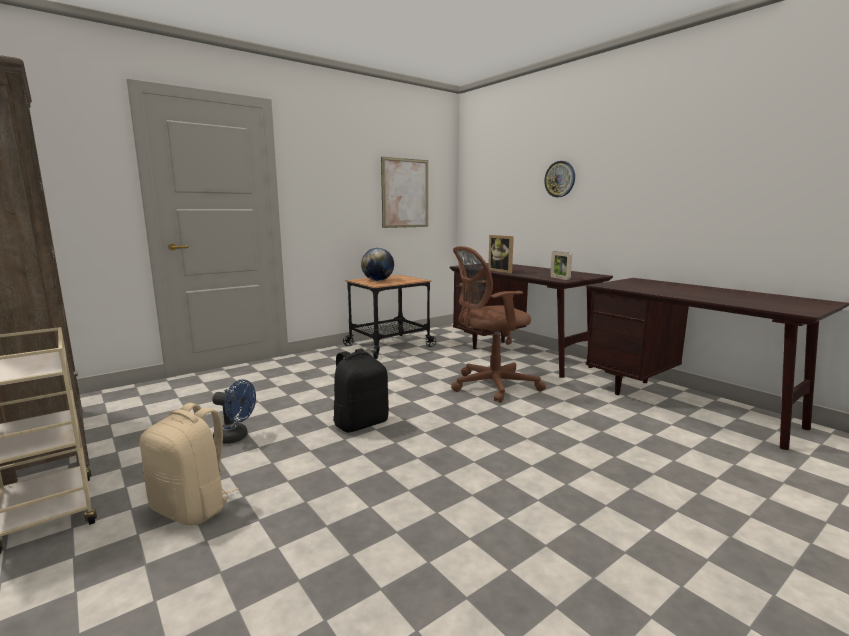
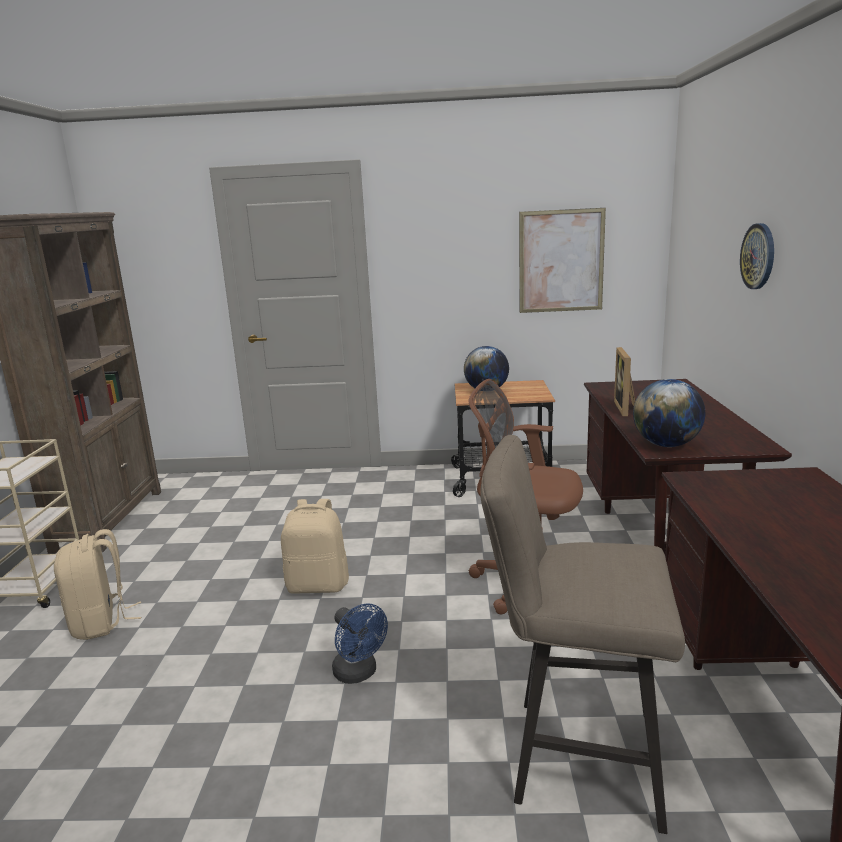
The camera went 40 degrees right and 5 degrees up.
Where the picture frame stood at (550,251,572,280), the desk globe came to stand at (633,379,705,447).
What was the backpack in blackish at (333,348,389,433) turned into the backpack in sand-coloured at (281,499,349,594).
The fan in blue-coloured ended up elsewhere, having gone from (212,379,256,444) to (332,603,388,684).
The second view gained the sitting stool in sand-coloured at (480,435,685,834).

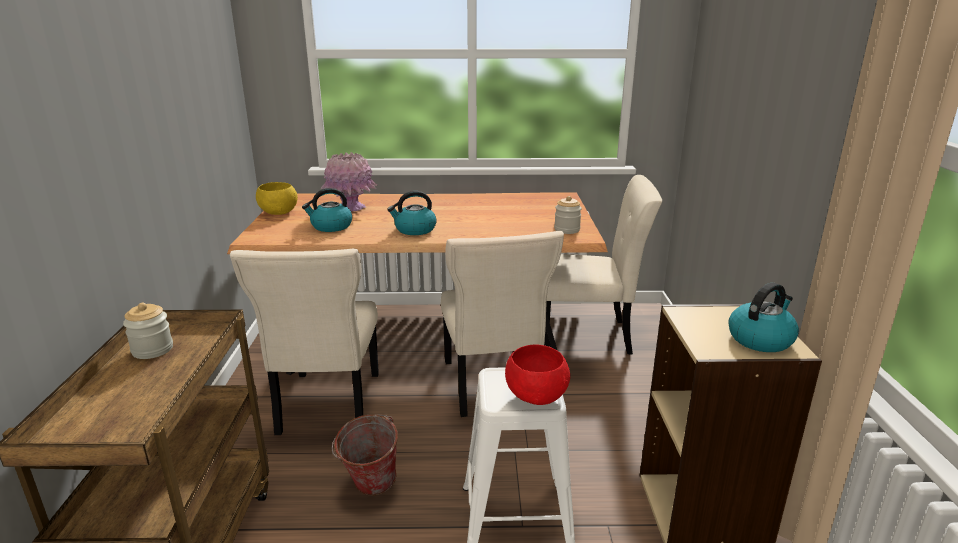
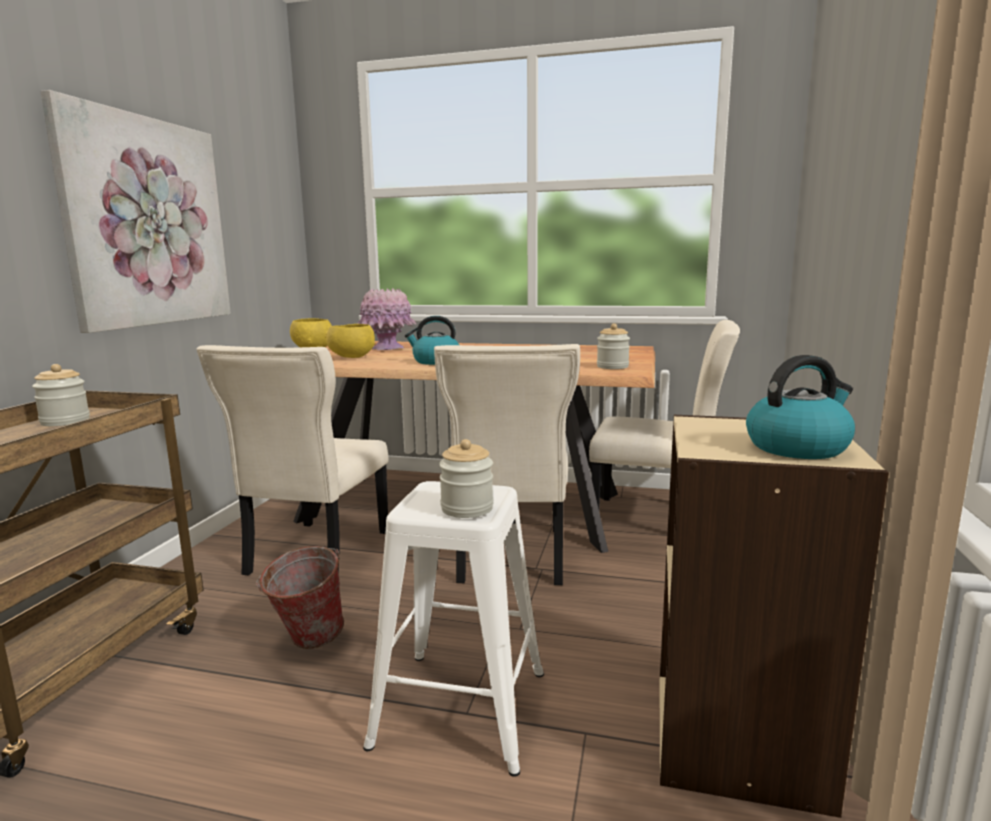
The camera went 15 degrees right and 10 degrees down.
Where the tea kettle stood at (302,188,352,232), the deep dish in yellowish came to stand at (325,324,375,358).
Where the deep dish in red-coloured stood at (505,344,570,405), the preserve jar came to stand at (439,439,494,518).
The second view gained the wall art at (41,90,231,333).

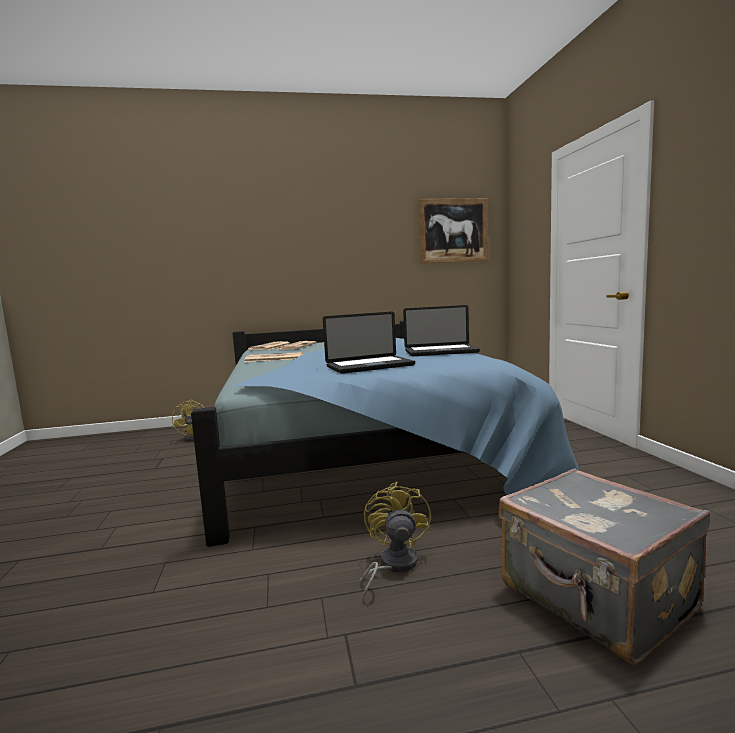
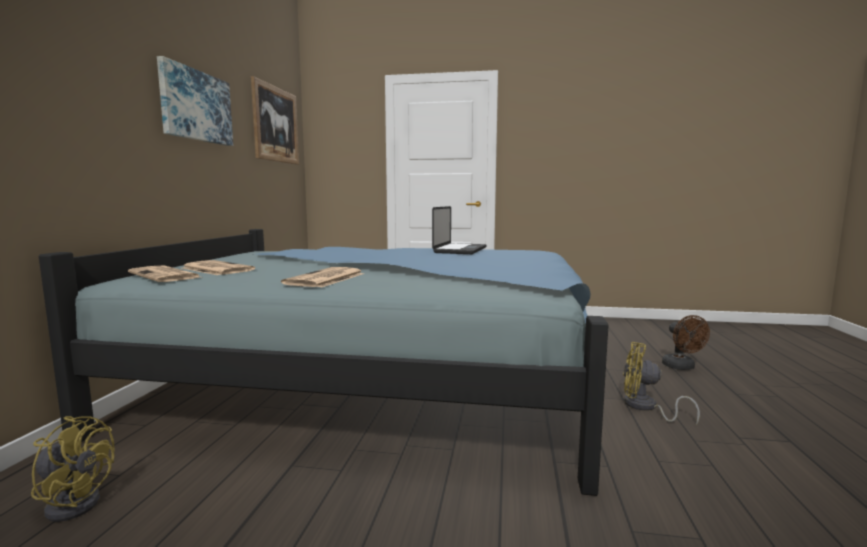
The camera went 70 degrees left and 0 degrees up.
The second view lost the laptop at (323,312,415,374).
Where the suitcase in gray stood at (498,469,710,665), the fan in brown came to stand at (662,315,710,370).
The second view gained the wall art at (157,56,233,146).

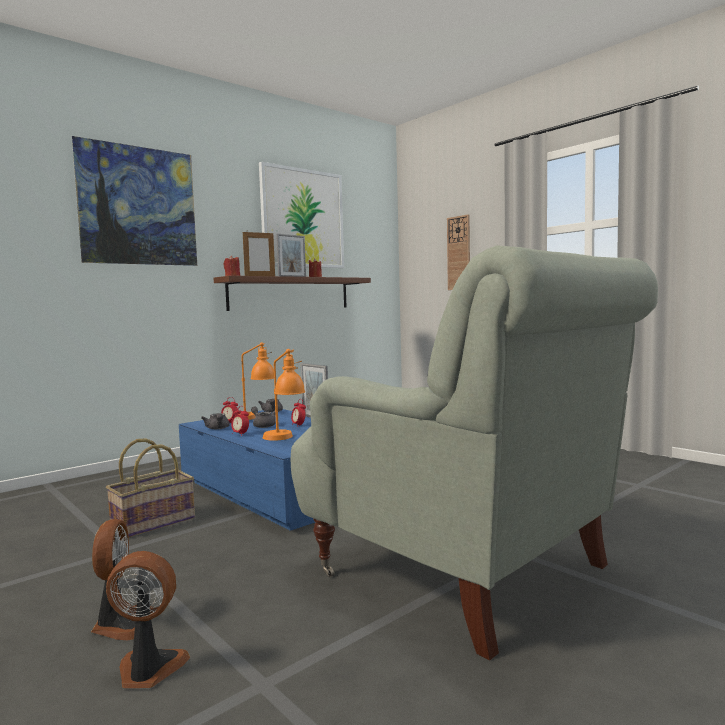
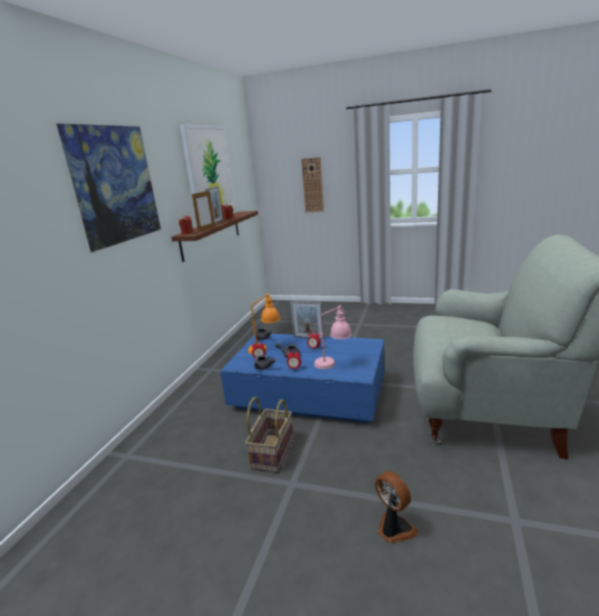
The camera went 30 degrees left and 15 degrees up.
What was the table lamp in orangey at (263,349,305,441) turned into the table lamp in pink-coloured at (314,305,352,369).
The second view lost the fan at (106,551,190,688).

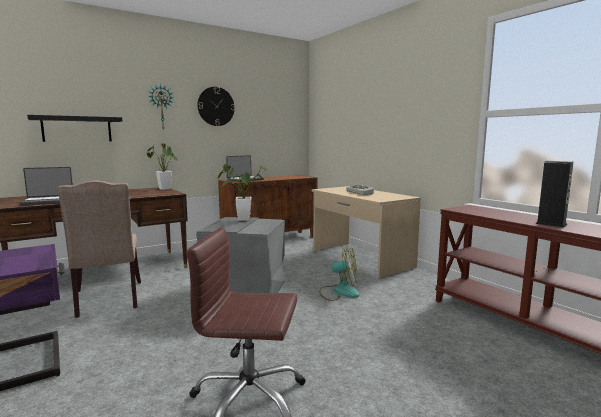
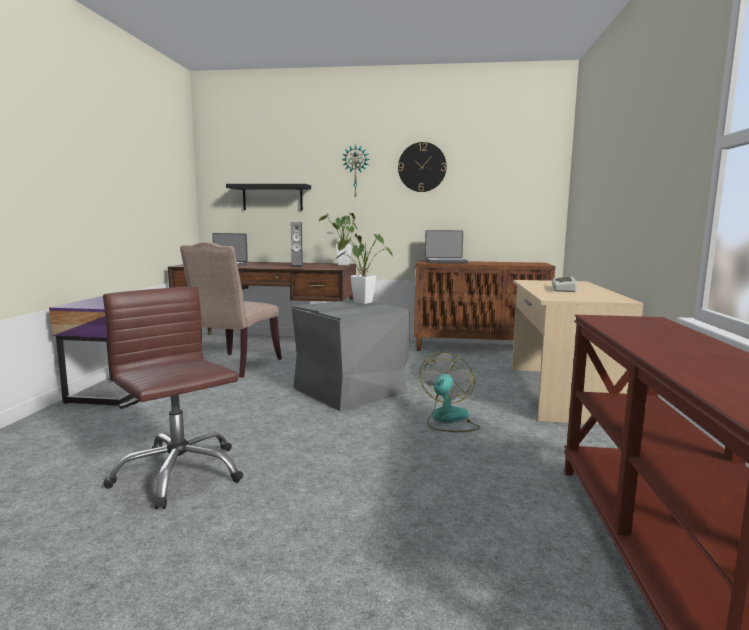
The camera went 40 degrees right and 0 degrees up.
The loudspeaker ended up elsewhere, having gone from (535,161,573,227) to (291,222,303,267).
The fan at (319,246,359,301) ended up facing another way, 120 degrees counterclockwise from before.

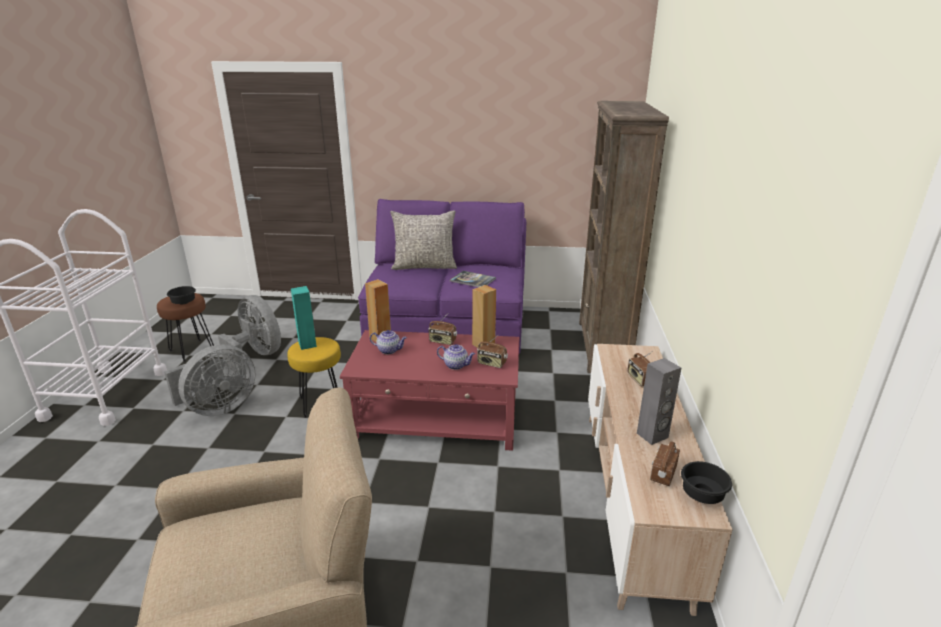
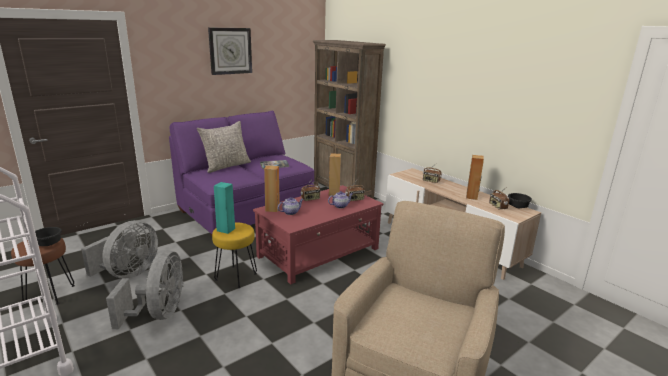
The camera went 45 degrees left and 5 degrees down.
The fan in gray at (218,295,281,375) ended up facing another way, 120 degrees clockwise from before.
What was the loudspeaker in gray at (637,358,681,445) turned into the loudspeaker in brown at (466,155,484,200).
The second view gained the clock on the wall at (208,27,252,75).

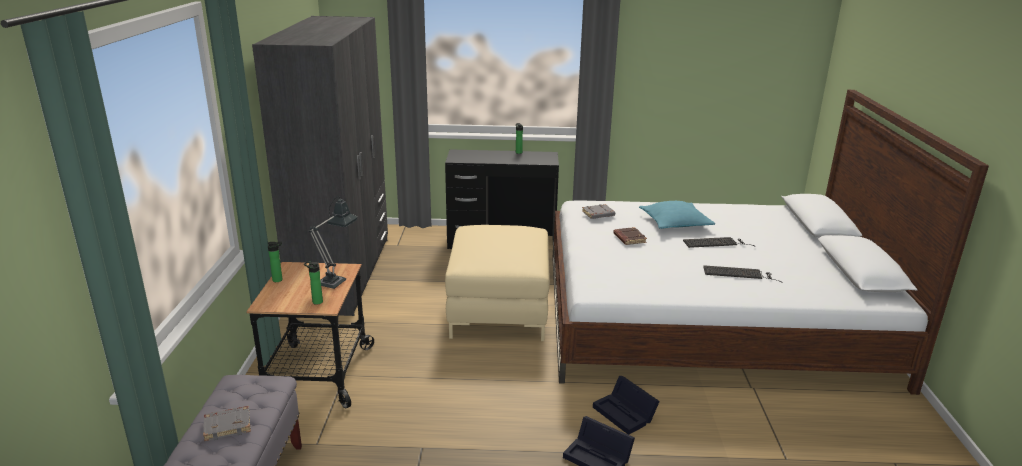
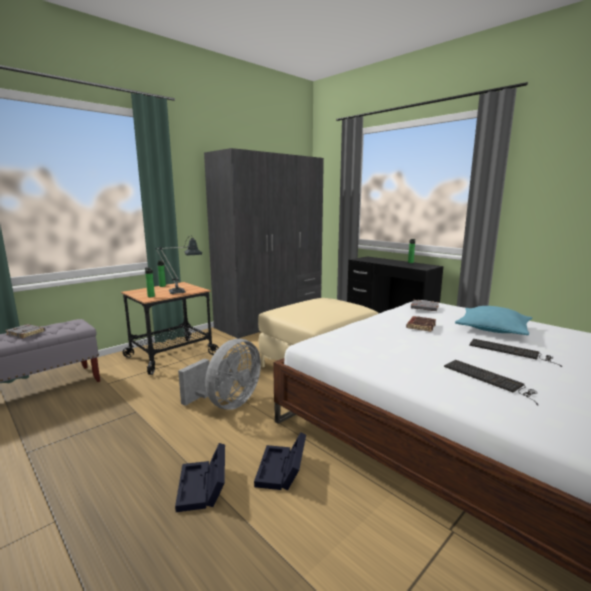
The camera went 45 degrees right and 10 degrees down.
The second view gained the fan in gray at (178,339,261,410).

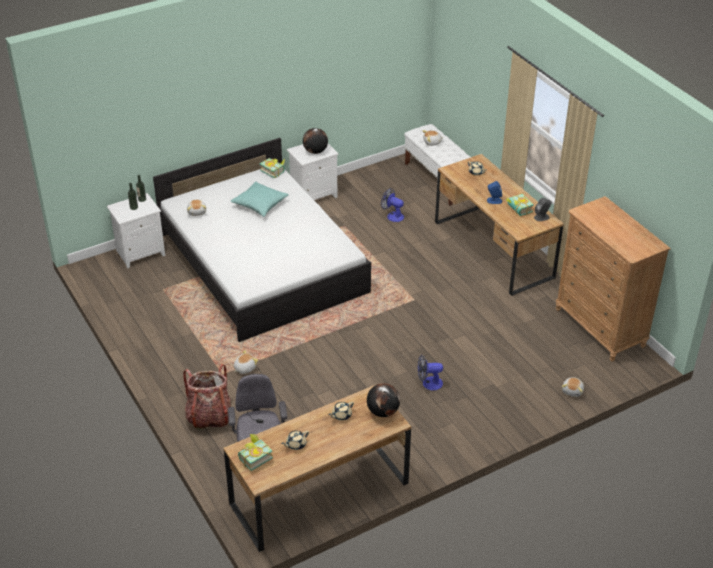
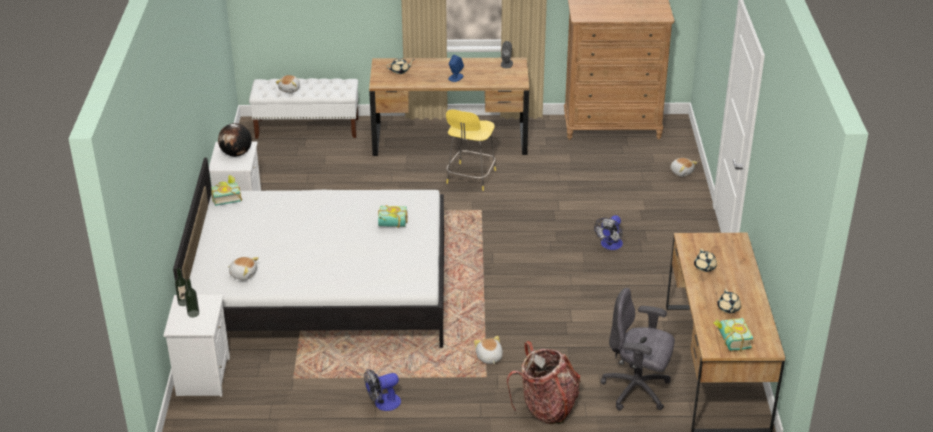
The camera went 60 degrees left and 5 degrees down.
The second view lost the pillow in blue-green at (230,182,289,217).
The fan ended up elsewhere, having gone from (381,188,404,222) to (364,369,401,411).
The book ended up elsewhere, having gone from (506,194,534,216) to (378,205,408,228).
The second view lost the desk globe at (367,383,400,417).
The second view gained the sitting stool in yellowish at (446,109,496,191).

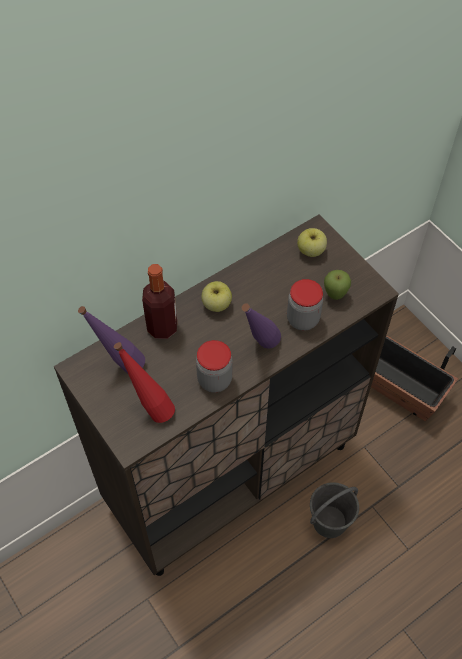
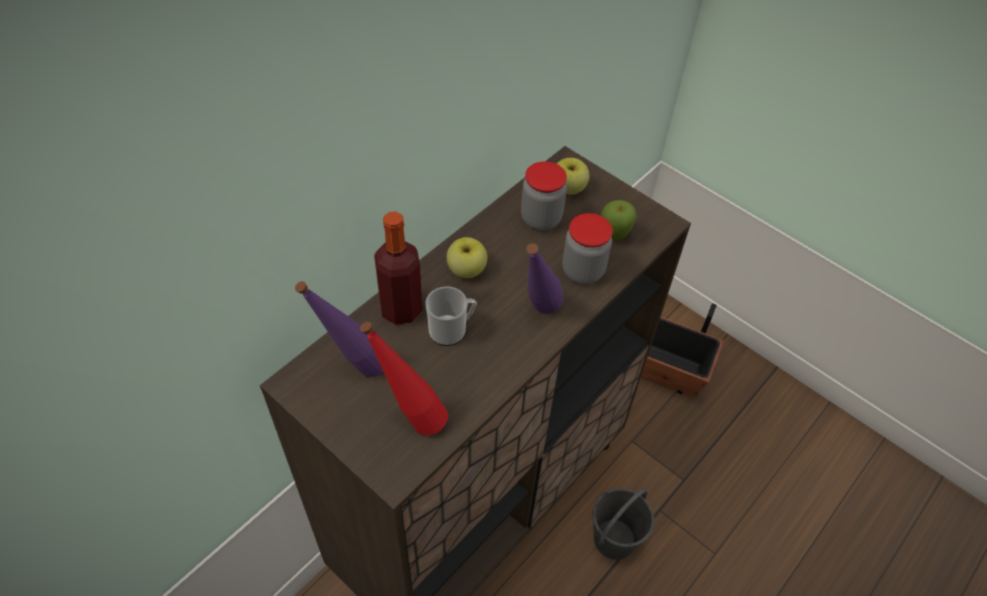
The camera went 15 degrees left and 5 degrees down.
The preserve jar ended up elsewhere, having gone from (196,340,232,393) to (521,161,567,230).
The second view gained the mug at (425,286,477,346).

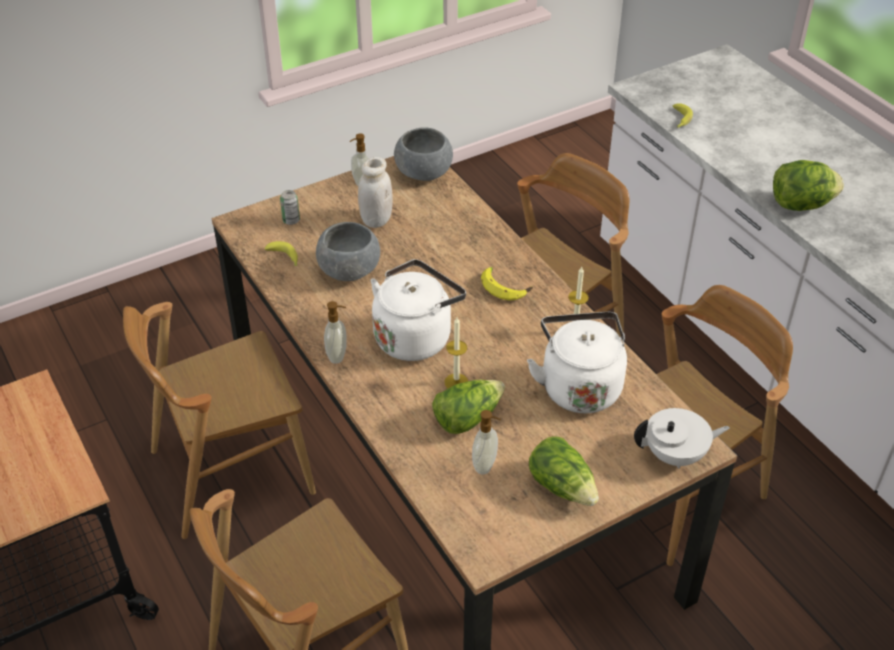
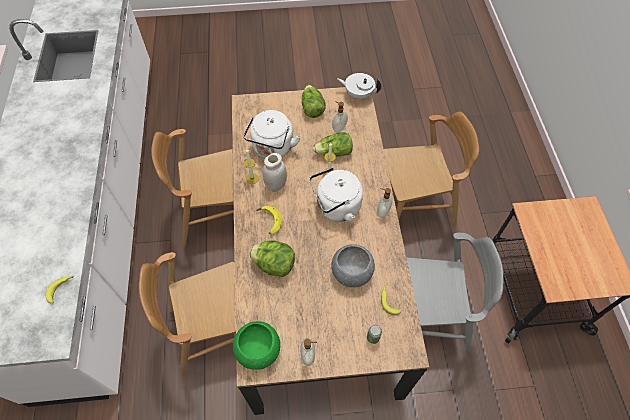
The camera went 155 degrees left and 15 degrees up.
What was the deep dish in gray at (394,128,453,181) turned into the deep dish in greenish at (233,321,280,370).
The preserve jar in whitish ended up elsewhere, having gone from (358,157,393,228) to (263,153,287,192).
The lettuce head ended up elsewhere, having gone from (773,160,844,211) to (249,240,295,277).
What was the chair in brown at (123,302,316,539) turned into the chair in gray at (406,233,504,352).
The pot for tea in whitish ended up elsewhere, having gone from (634,408,730,469) to (337,73,381,100).

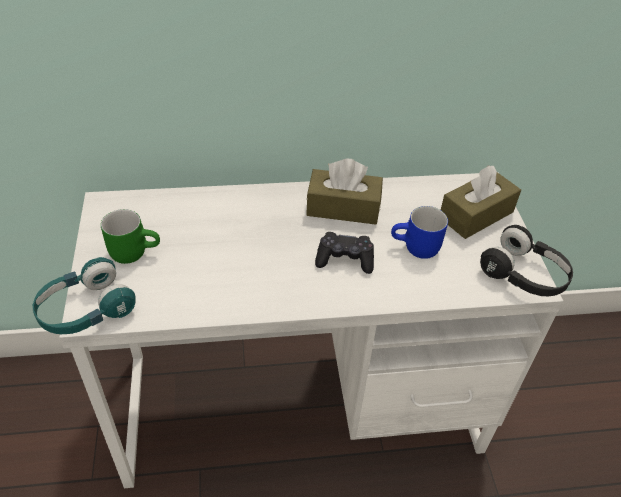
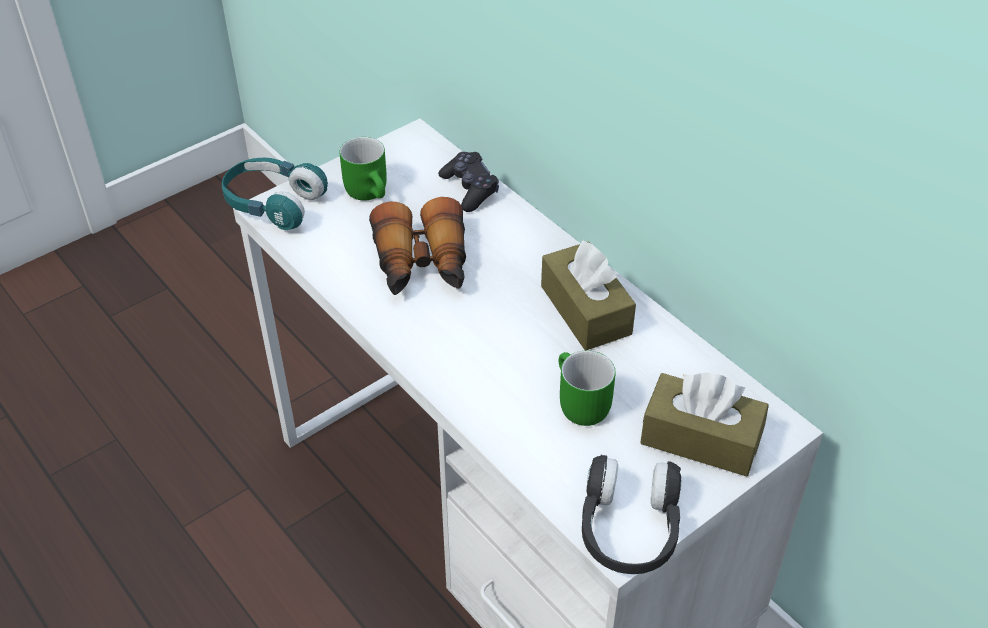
The camera went 60 degrees right and 0 degrees up.
What was the mug in blue-coloured at (391,206,448,259) turned into the mug in greenish at (559,351,616,426).
The game controller in blackish ended up elsewhere, having gone from (315,232,374,274) to (438,152,499,212).
The second view gained the binoculars at (369,197,466,295).

